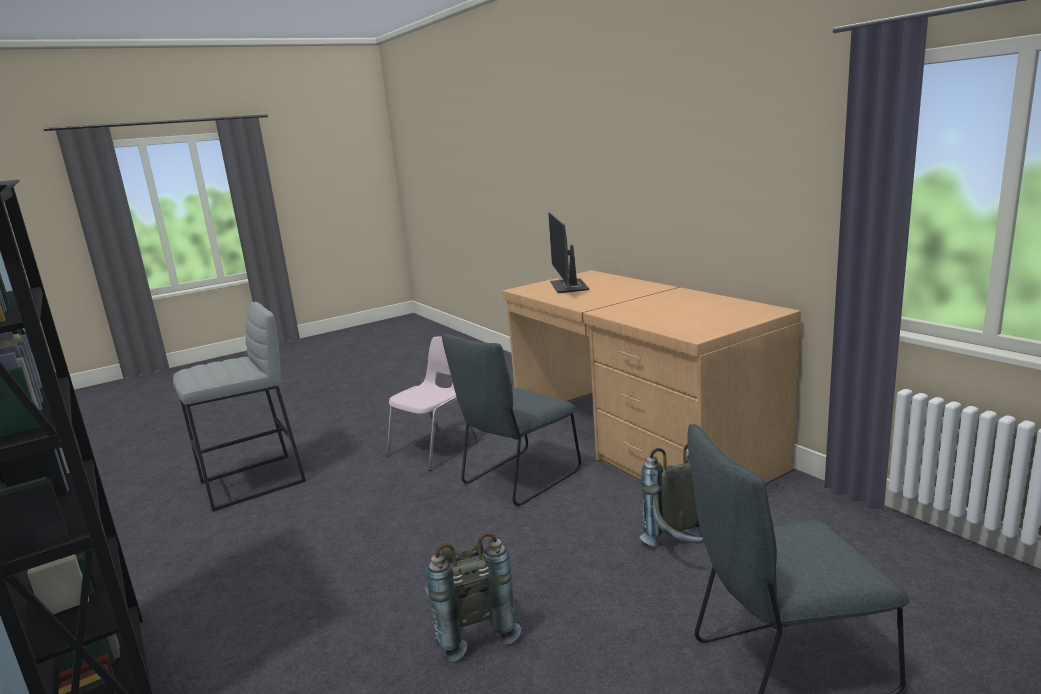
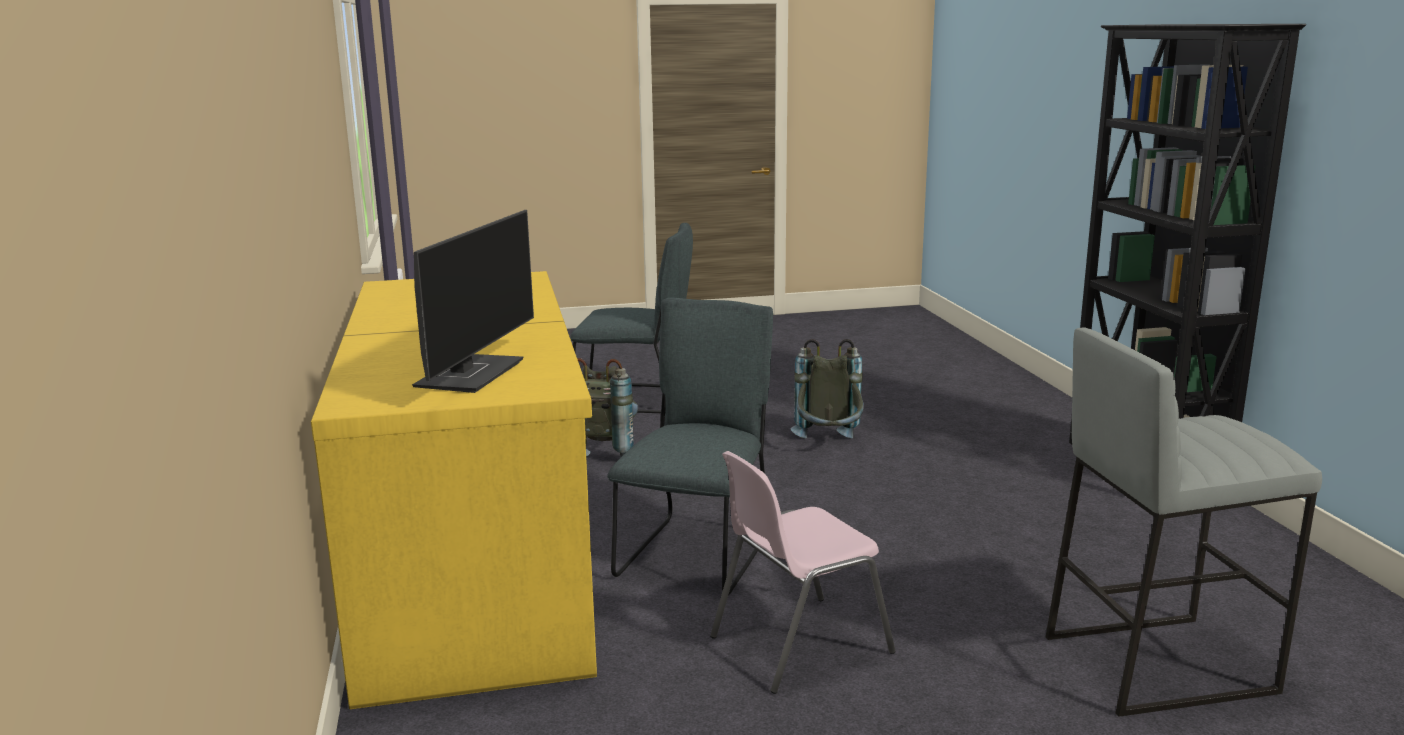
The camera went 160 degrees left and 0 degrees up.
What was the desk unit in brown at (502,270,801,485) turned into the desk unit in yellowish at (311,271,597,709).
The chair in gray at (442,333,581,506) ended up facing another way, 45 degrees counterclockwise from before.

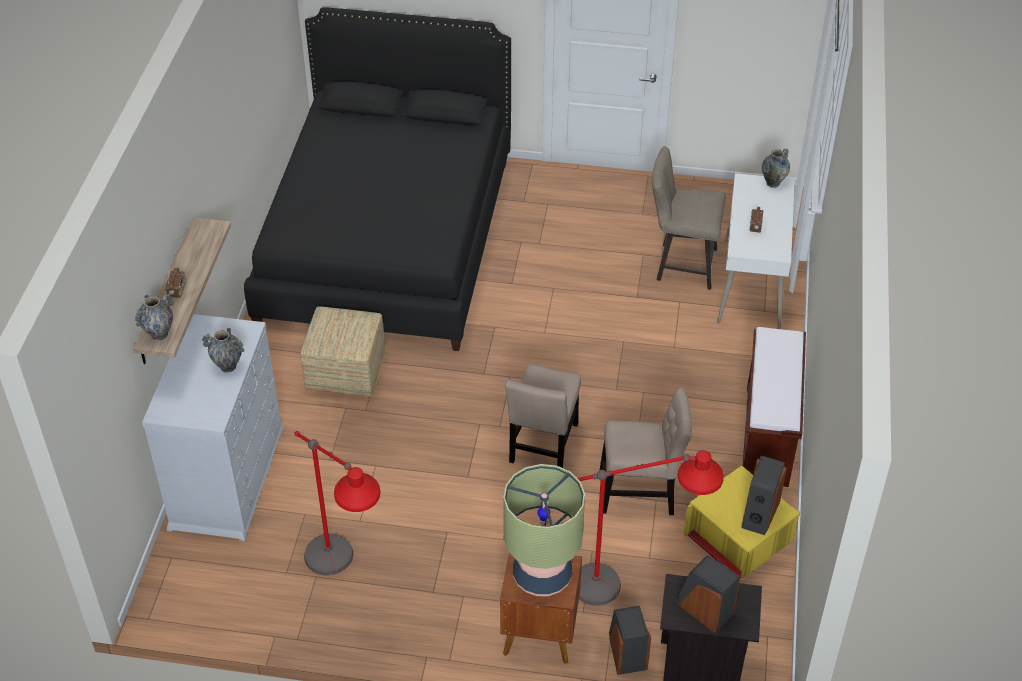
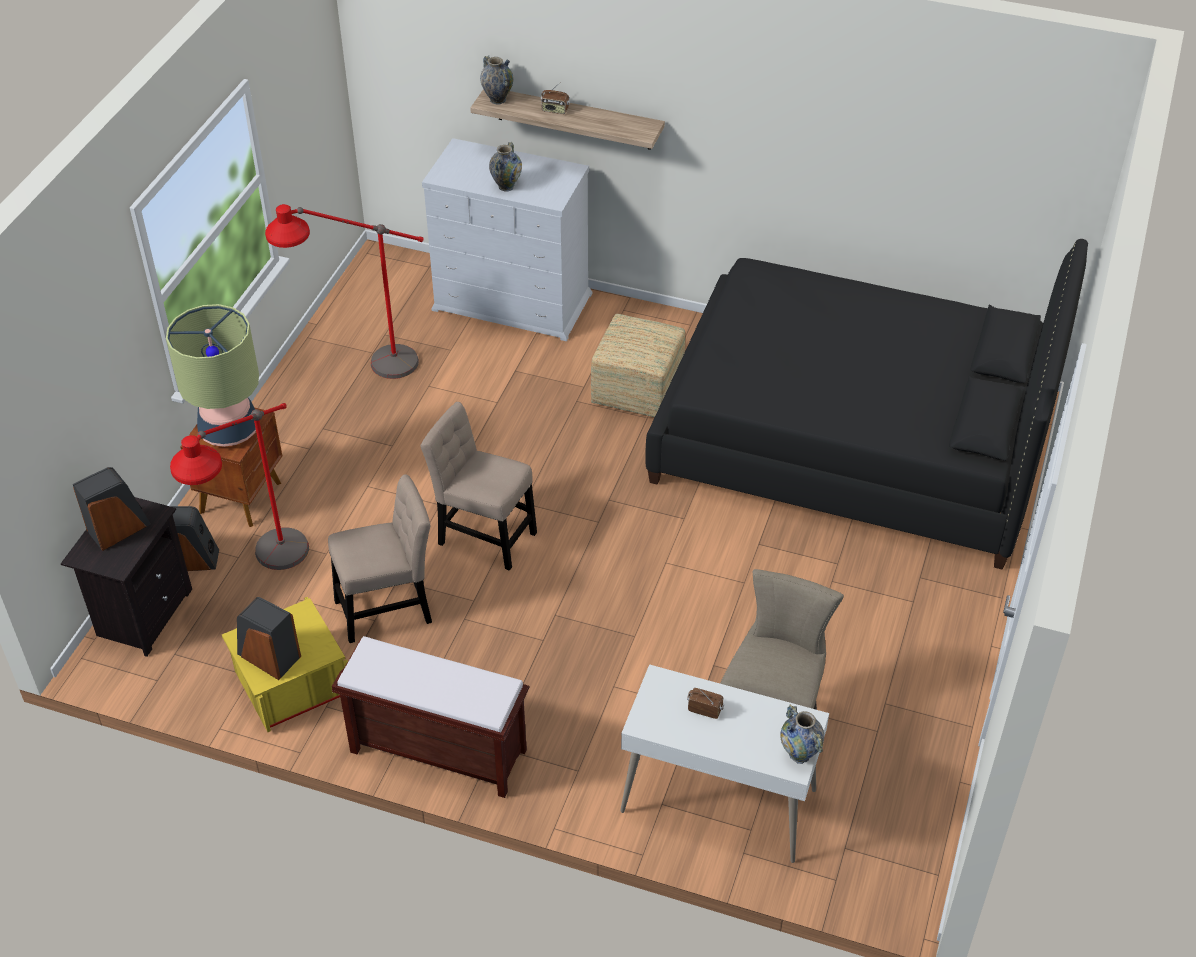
The camera went 100 degrees right and 0 degrees up.
The chair in sand-coloured at (600,388,692,515) ended up facing another way, 120 degrees counterclockwise from before.

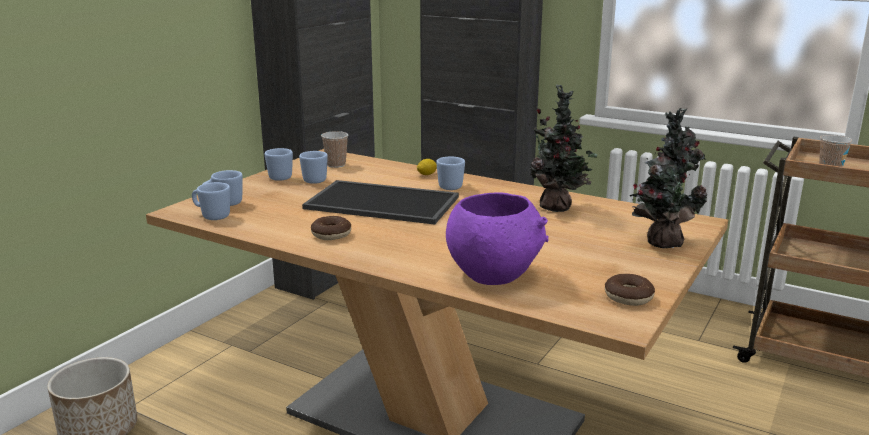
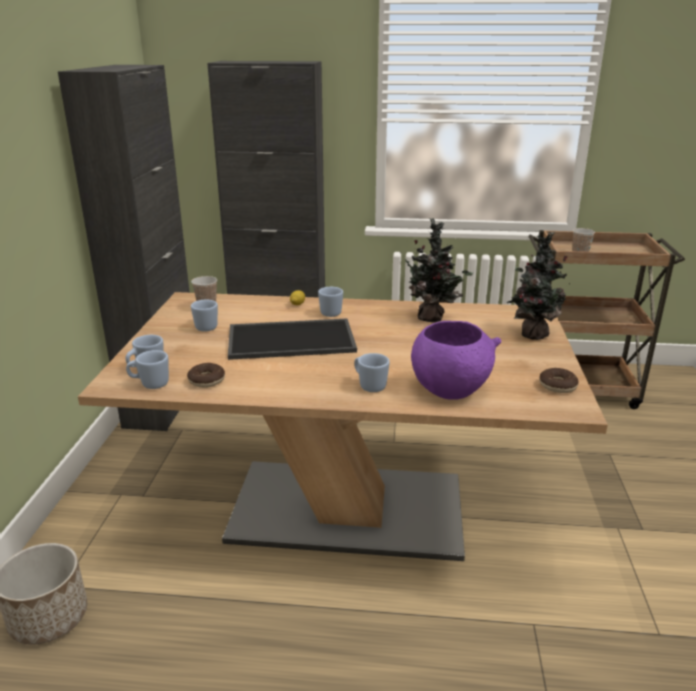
The camera went 25 degrees left and 5 degrees up.
The mug in blue-coloured ended up elsewhere, having gone from (265,148,293,181) to (354,353,390,392).
The doughnut ended up elsewhere, having gone from (311,216,351,240) to (187,363,225,388).

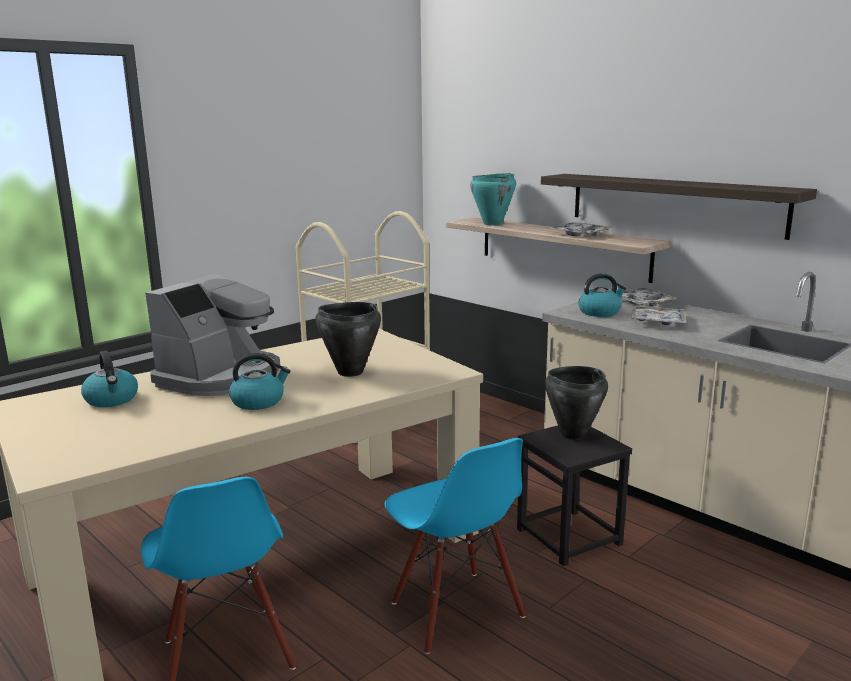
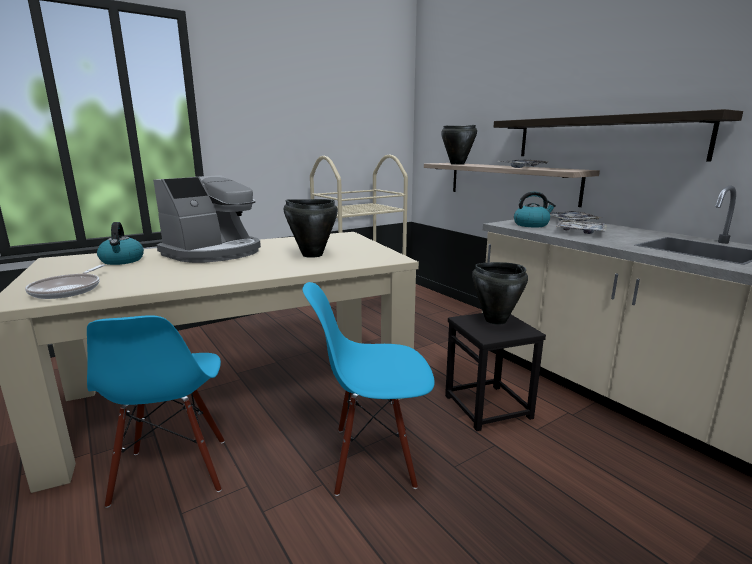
The camera went 10 degrees right and 0 degrees up.
What was the cooking pot in blue-green at (470,173,516,225) turned into the cooking pot in blackish at (441,125,477,165).
The second view lost the tea kettle at (229,353,290,410).
The chair in blue-coloured at (385,438,526,654) ended up facing another way, 105 degrees clockwise from before.
The second view gained the skillet at (25,265,105,299).

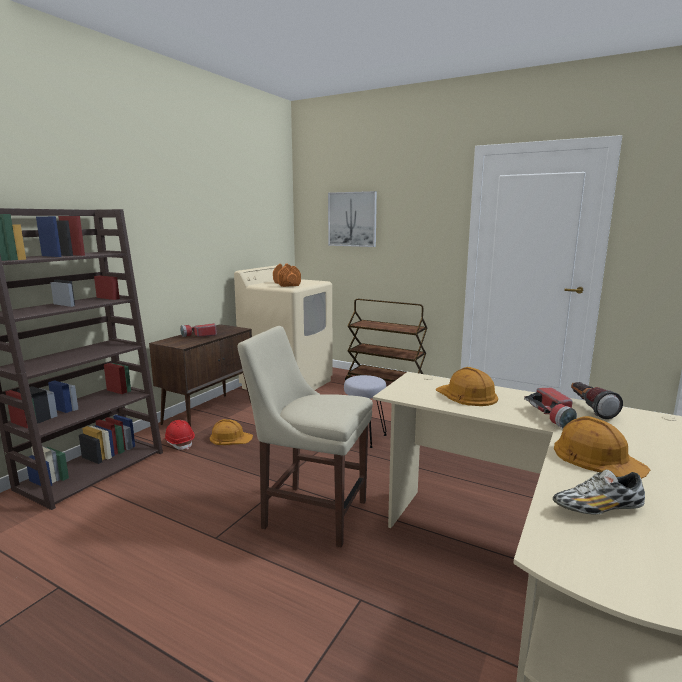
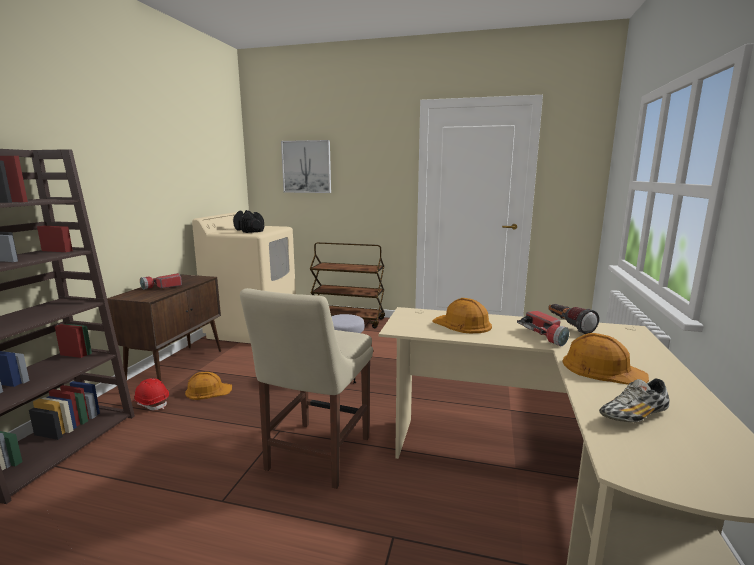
The camera went 15 degrees left and 0 degrees up.
What was the hand weight in orangey at (273,264,301,287) turned into the hand weight in blackish at (233,210,264,233).
The chair in sand-coloured at (237,326,373,547) ended up facing another way, 75 degrees counterclockwise from before.

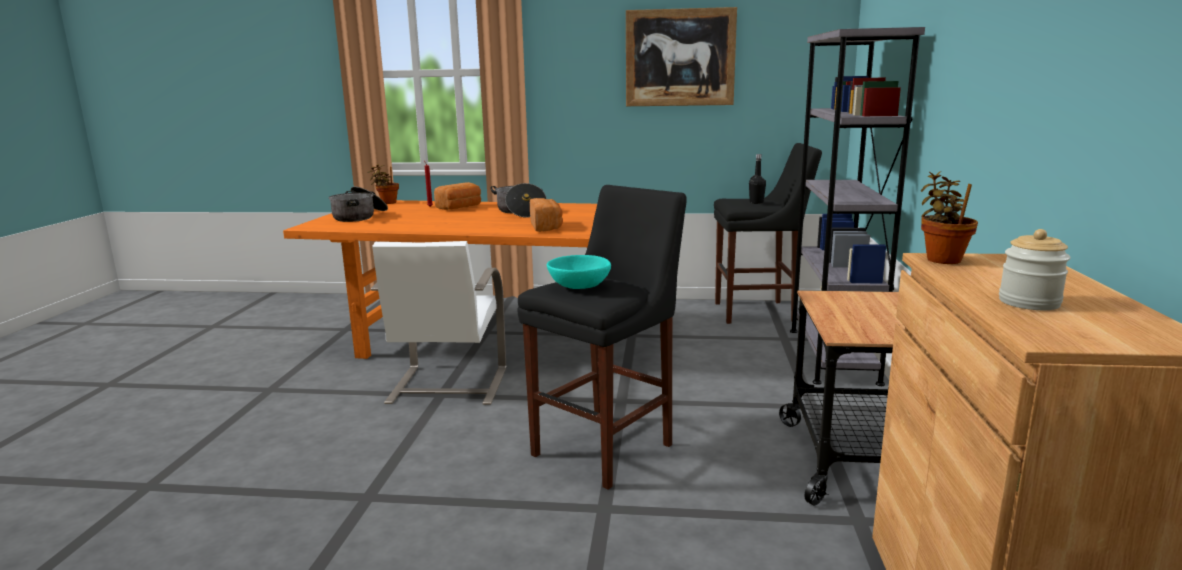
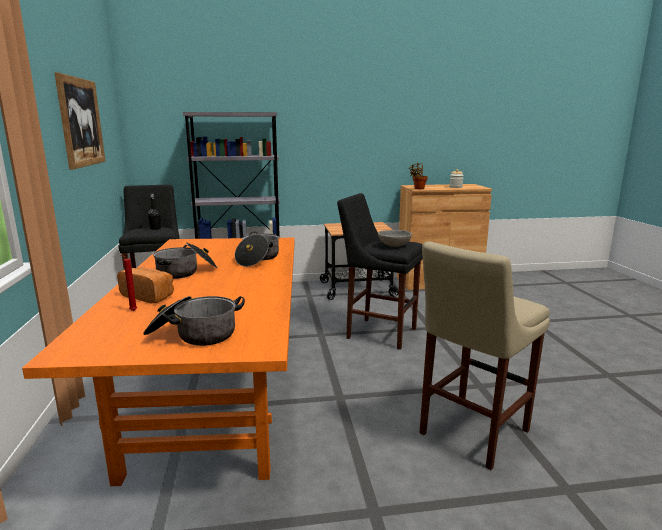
The camera went 105 degrees left and 0 degrees up.
The second view lost the potted plant at (368,164,399,204).
Where the baked bread stood at (530,198,563,232), the cooking pot came to stand at (235,232,279,267).
The second view lost the chair in whitish at (371,241,506,405).
What was the deep dish in blue-green at (547,255,611,289) turned into the deep dish in gray at (378,230,412,247).
The second view gained the sitting stool in sand-coloured at (419,241,550,470).

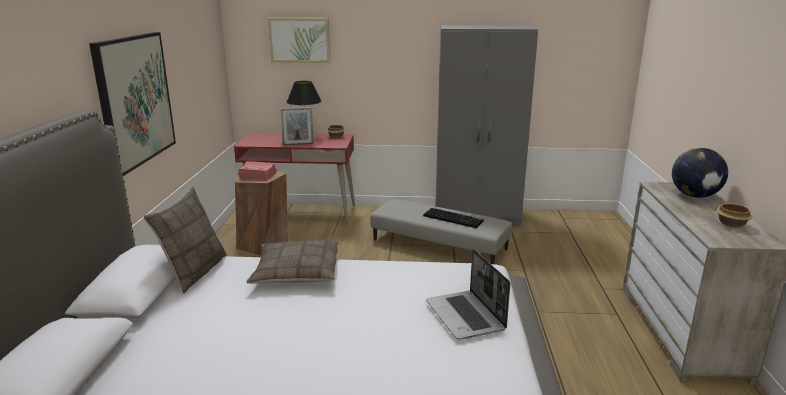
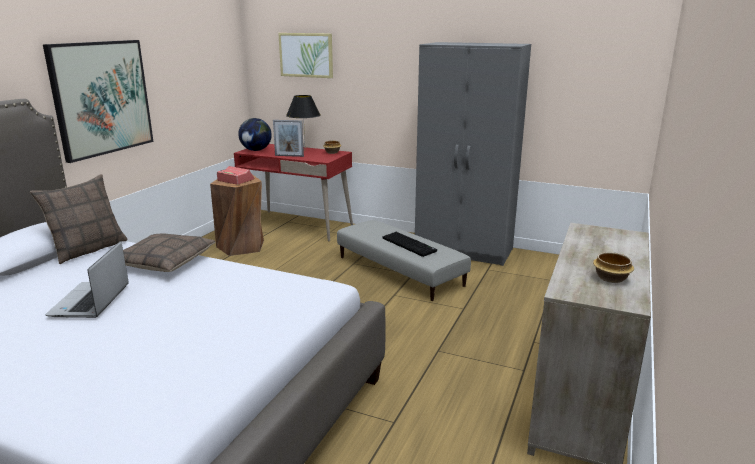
The camera went 20 degrees right and 0 degrees up.
The desk globe ended up elsewhere, having gone from (672,148,728,198) to (238,118,272,151).
The laptop ended up elsewhere, having gone from (426,249,510,340) to (45,241,129,318).

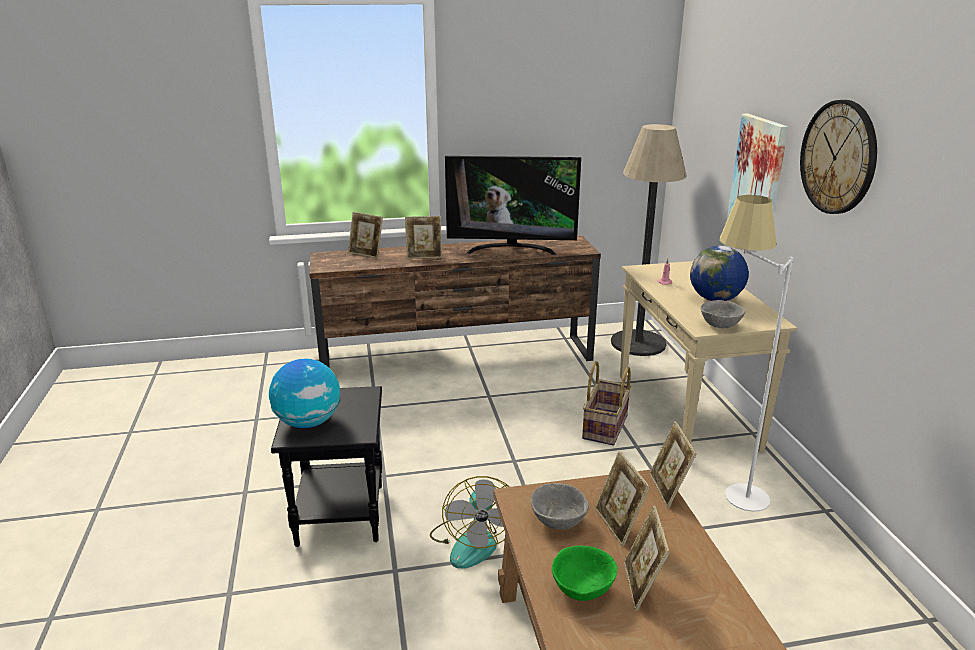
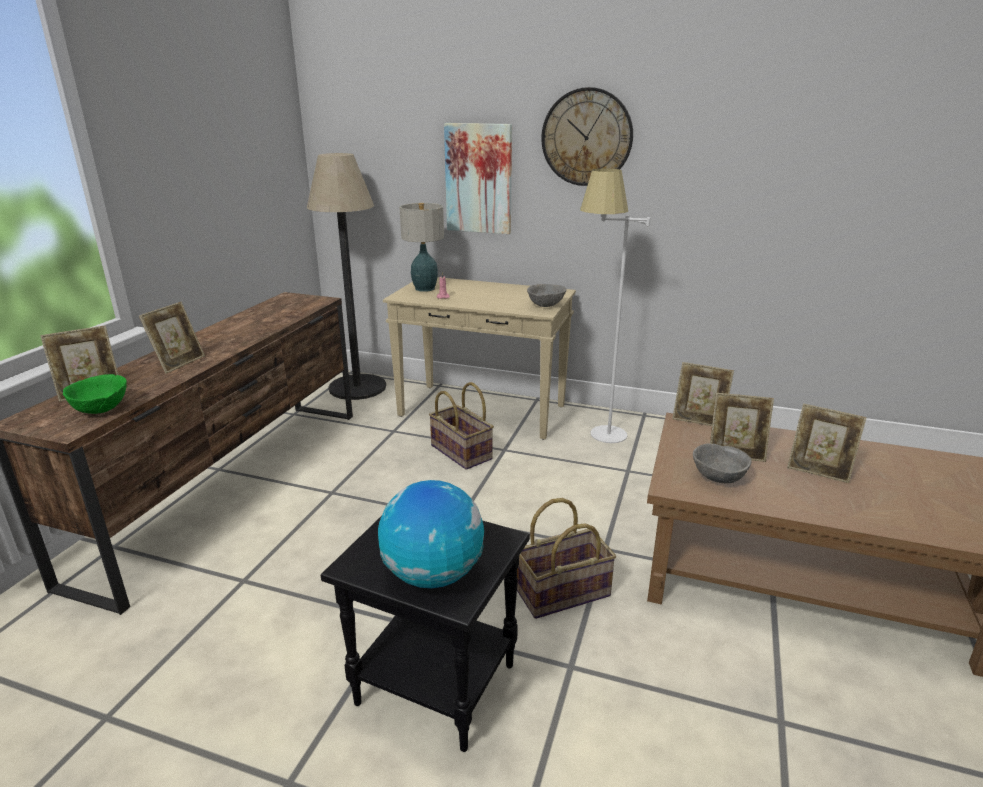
The camera went 60 degrees left and 0 degrees up.
The second view lost the TV set at (445,156,581,255).
The second view lost the desk globe at (690,246,749,301).
Where the fan stood at (430,476,509,569), the storage basket came to stand at (517,498,616,619).
The deep dish in greenish ended up elsewhere, having gone from (552,545,617,601) to (63,374,127,414).
The second view gained the table lamp at (399,203,444,292).

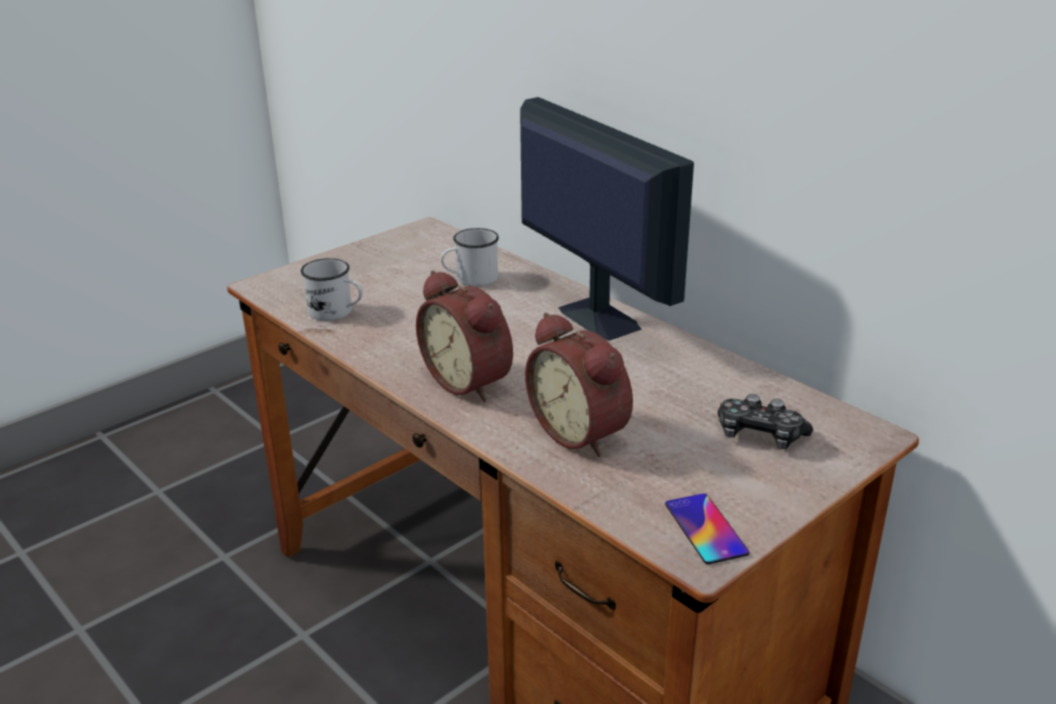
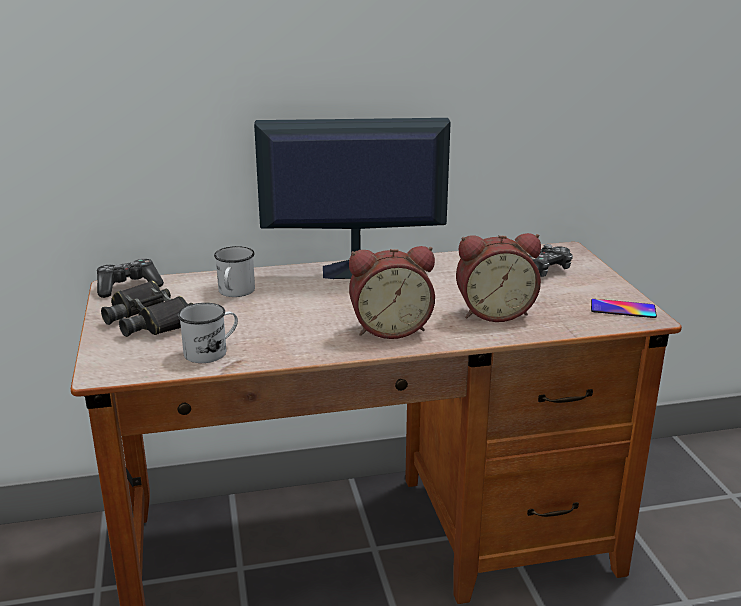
The camera went 60 degrees left and 5 degrees down.
The second view gained the game controller at (97,259,164,298).
The second view gained the binoculars in blackish at (101,280,193,337).

